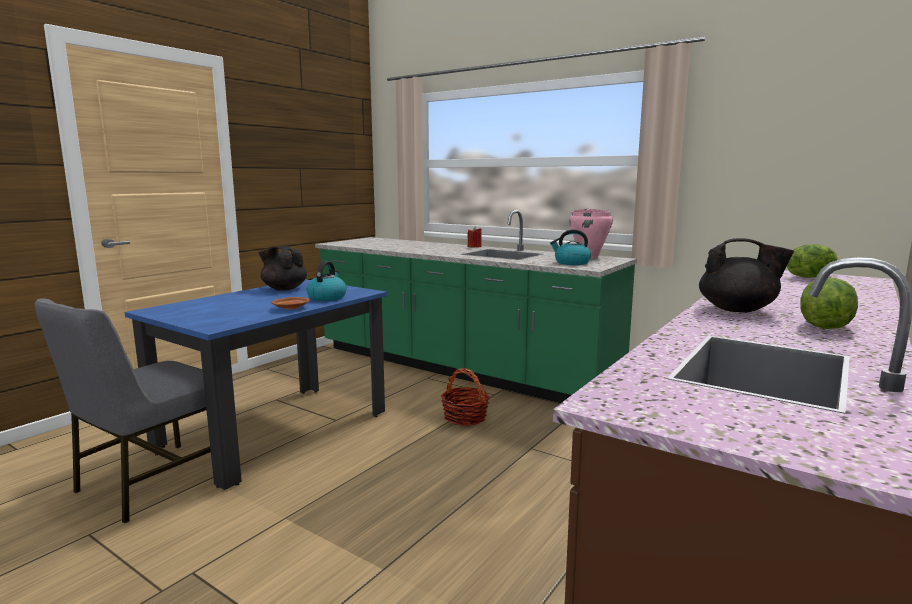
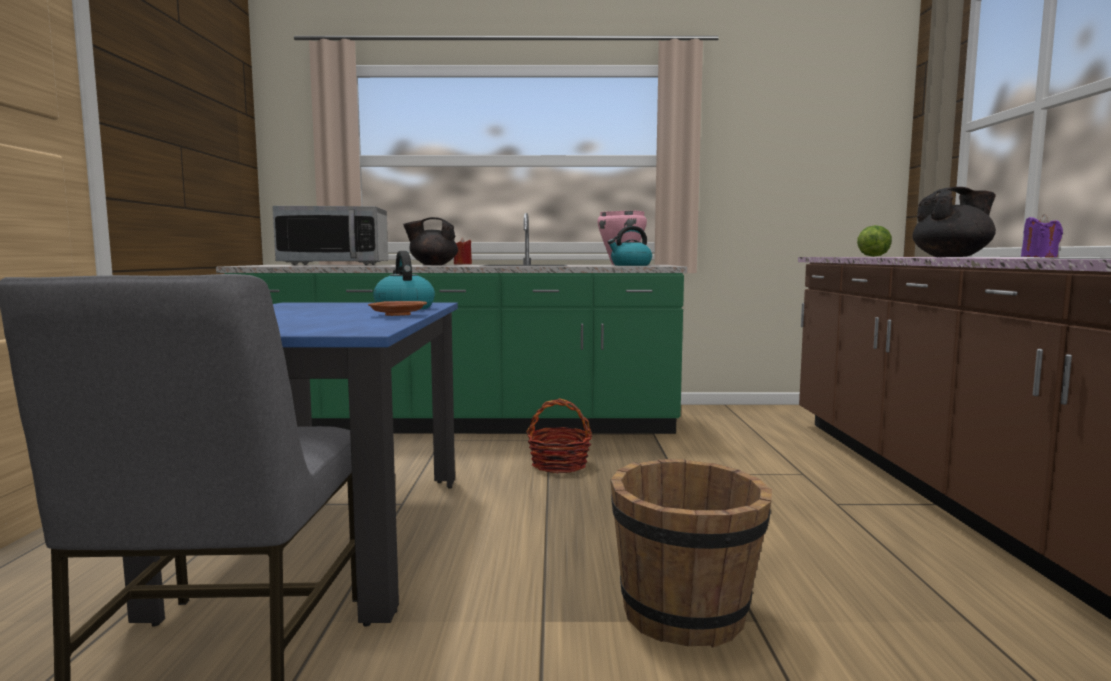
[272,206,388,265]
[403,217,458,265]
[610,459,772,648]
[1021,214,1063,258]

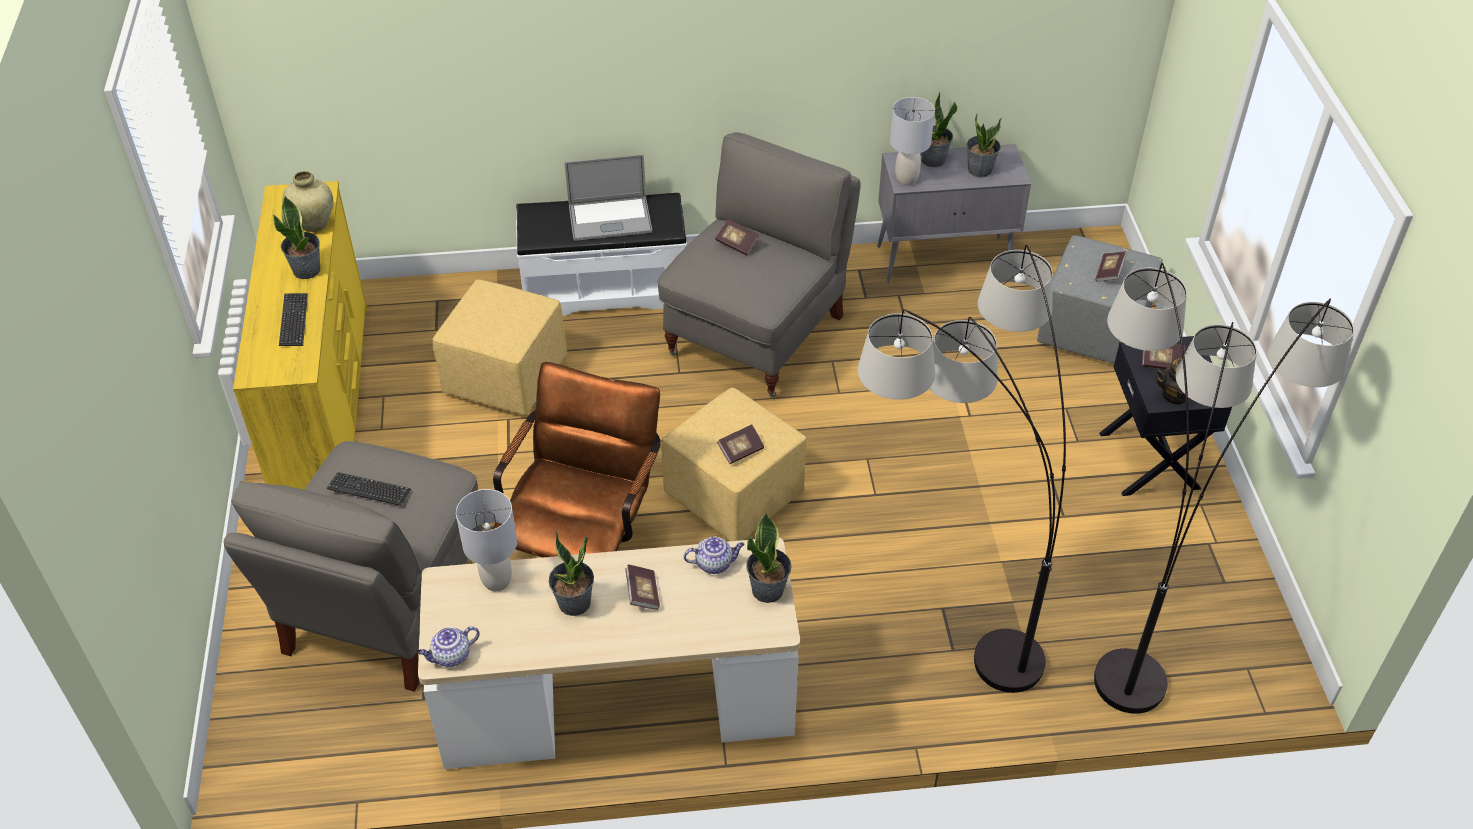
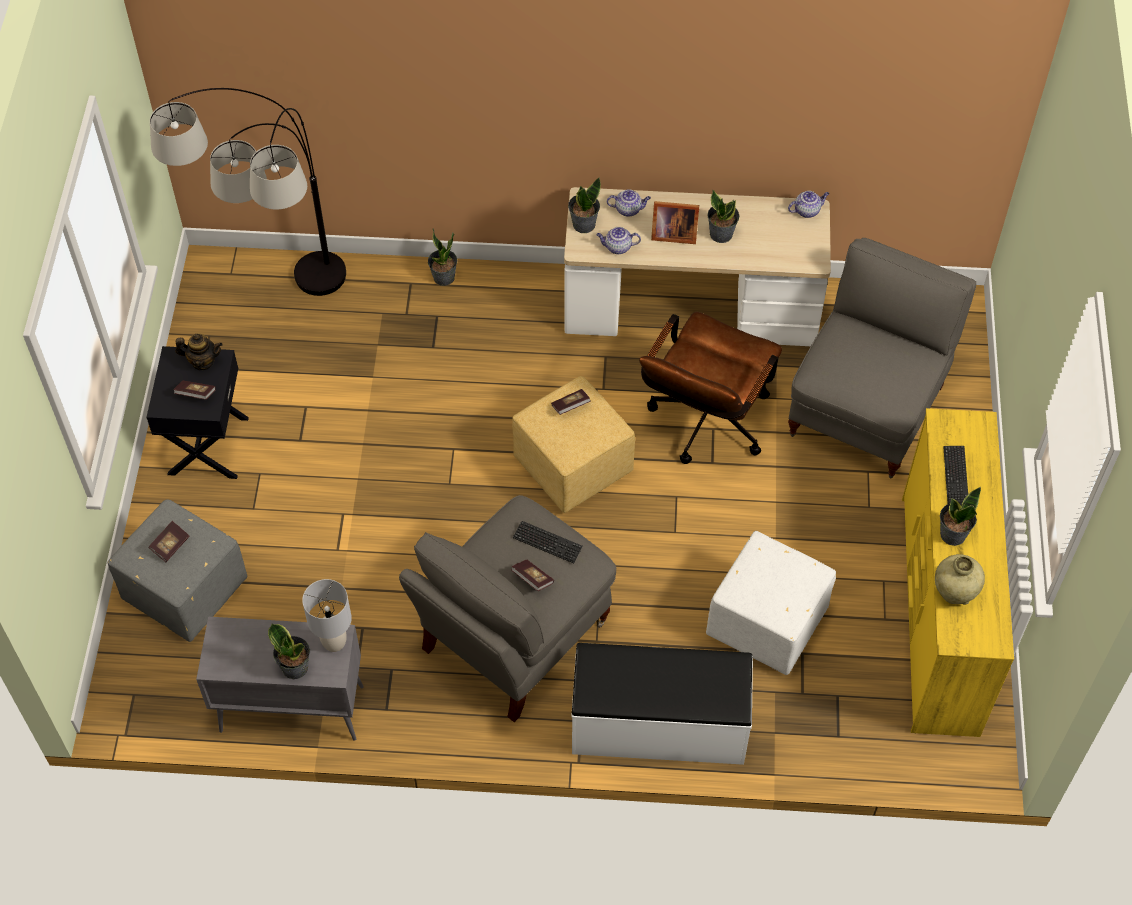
[428,228,457,286]
[513,521,583,563]
[607,189,651,217]
[651,201,699,244]
[706,531,836,675]
[456,489,517,591] (first image)
[565,154,652,241] (first image)
[858,245,1066,693] (first image)

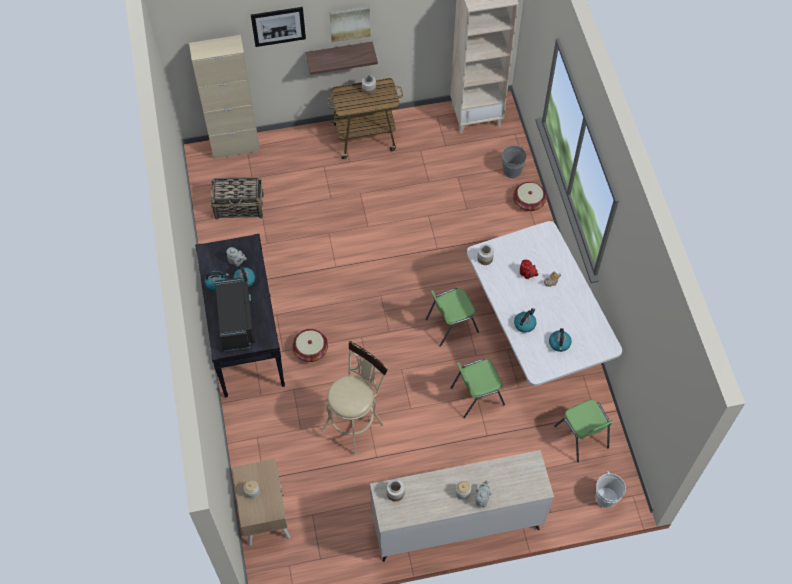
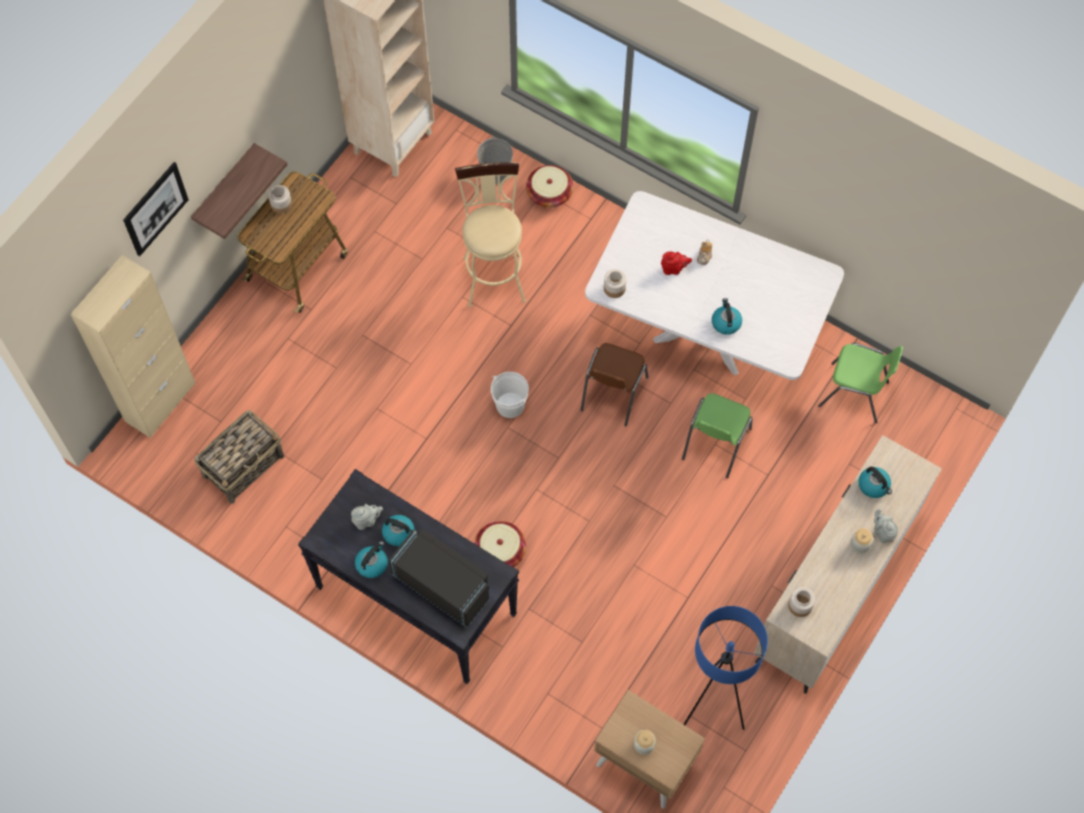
[455,163,526,308]
[491,372,529,418]
[581,343,648,427]
[683,606,768,730]
[858,466,892,498]
[329,6,370,42] (first image)

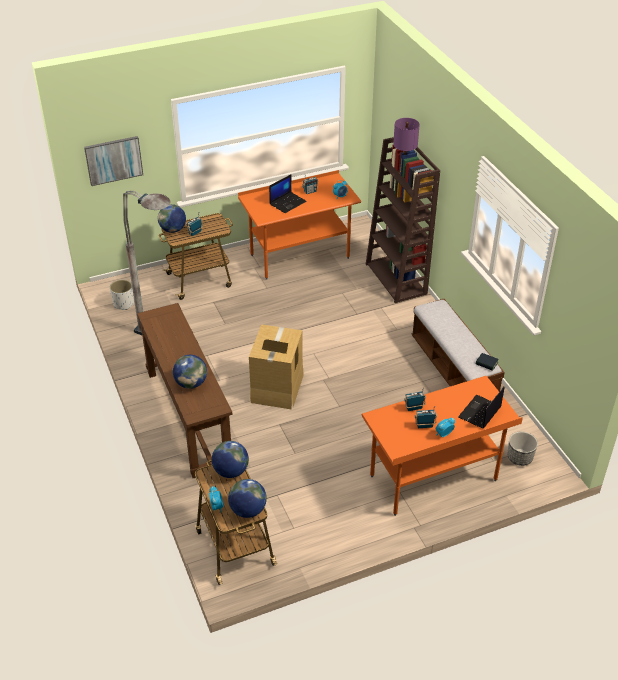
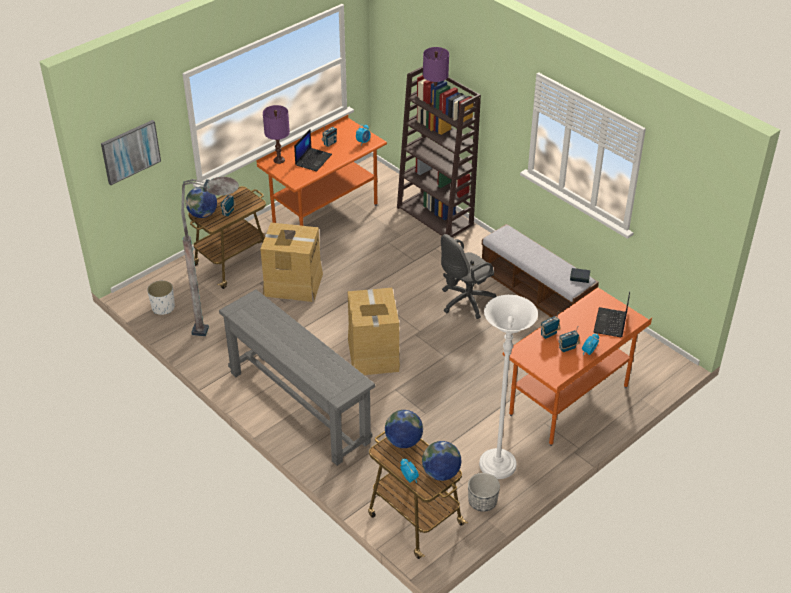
[219,289,375,466]
[260,223,323,302]
[263,105,290,164]
[441,234,497,319]
[468,473,500,512]
[479,295,538,479]
[173,355,207,389] (first image)

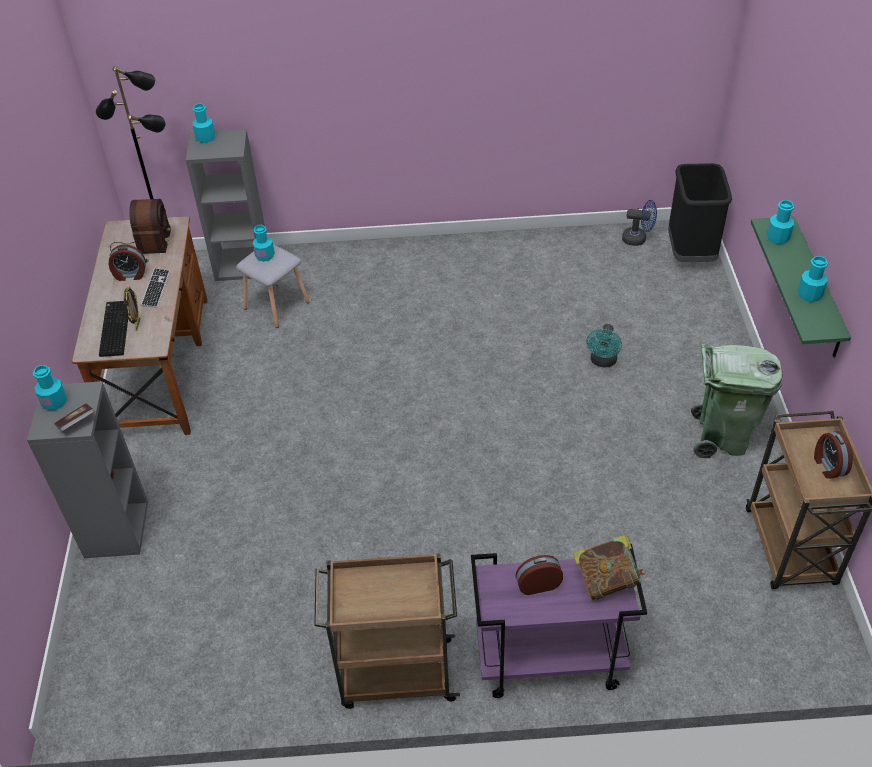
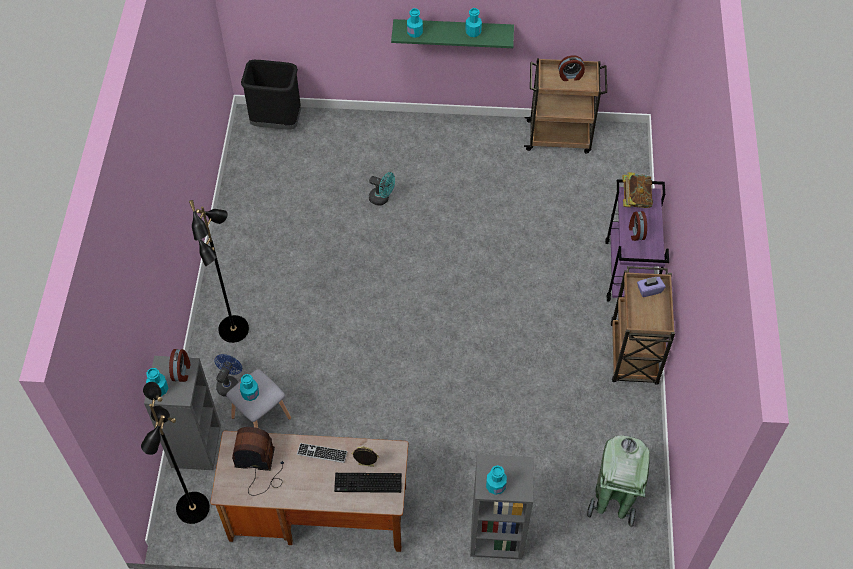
[169,349,191,382]
[189,200,249,343]
[214,354,242,397]
[586,435,650,527]
[637,277,665,297]
[54,403,95,432] (first image)

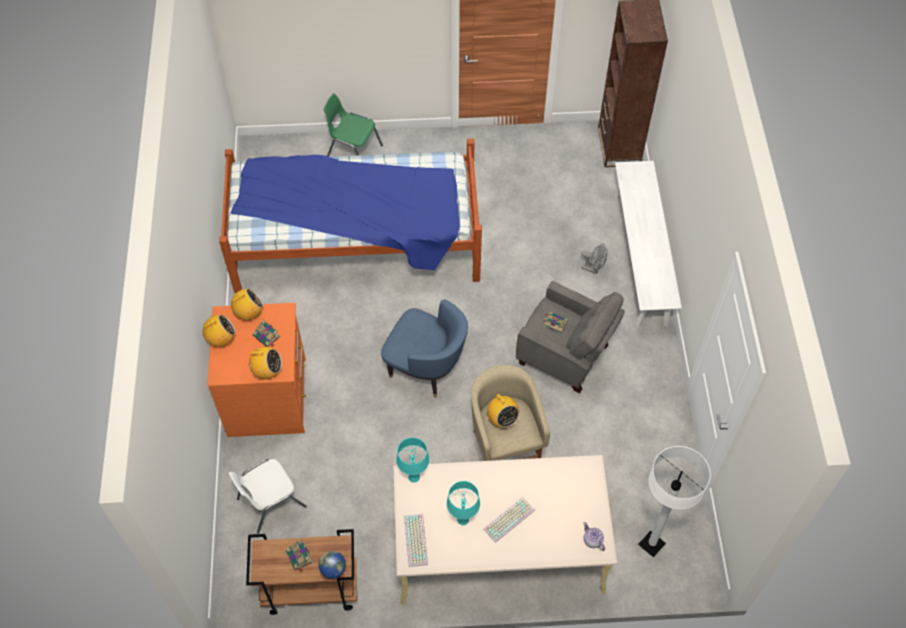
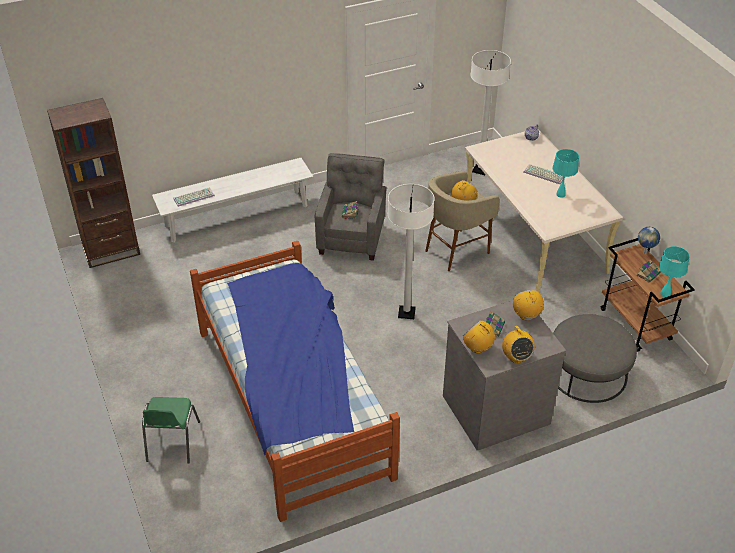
[174,187,215,207]
[388,184,435,319]
[443,300,566,451]
[502,326,535,363]
[553,314,637,403]
[659,246,690,297]
[581,243,607,274] (first image)

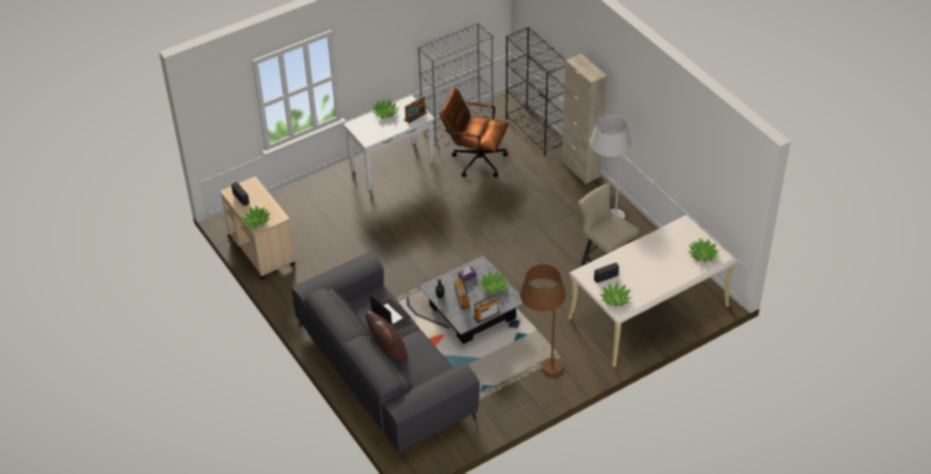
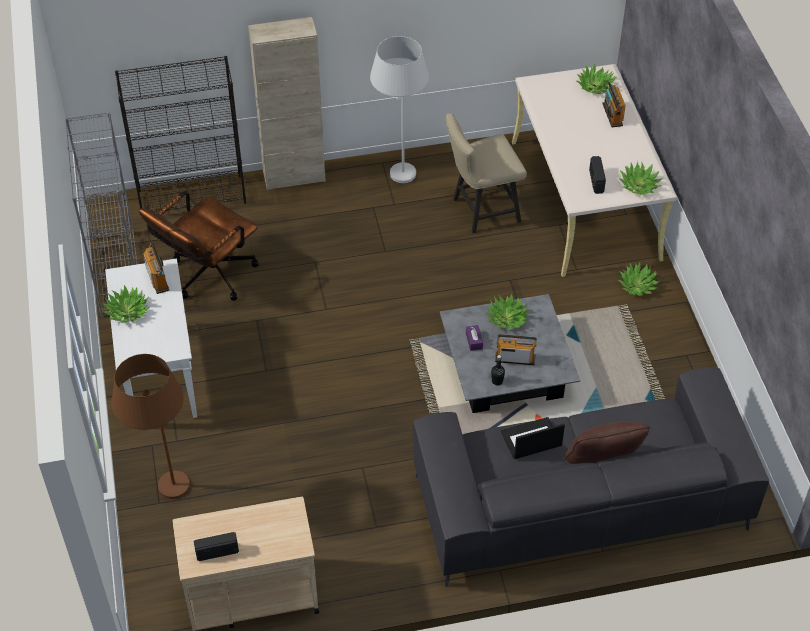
[112,354,190,499]
[602,82,626,127]
[618,262,661,296]

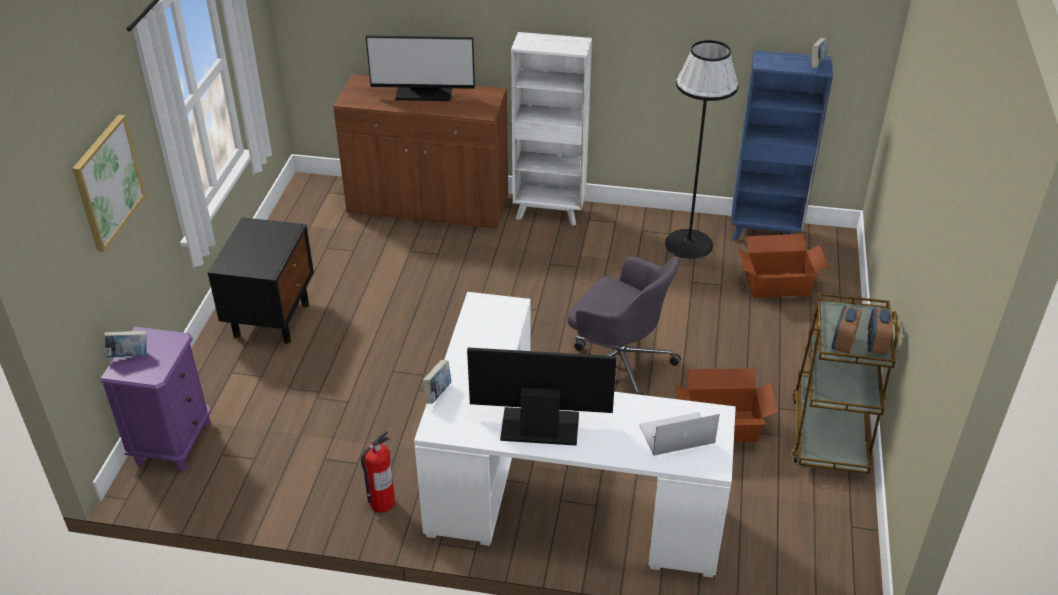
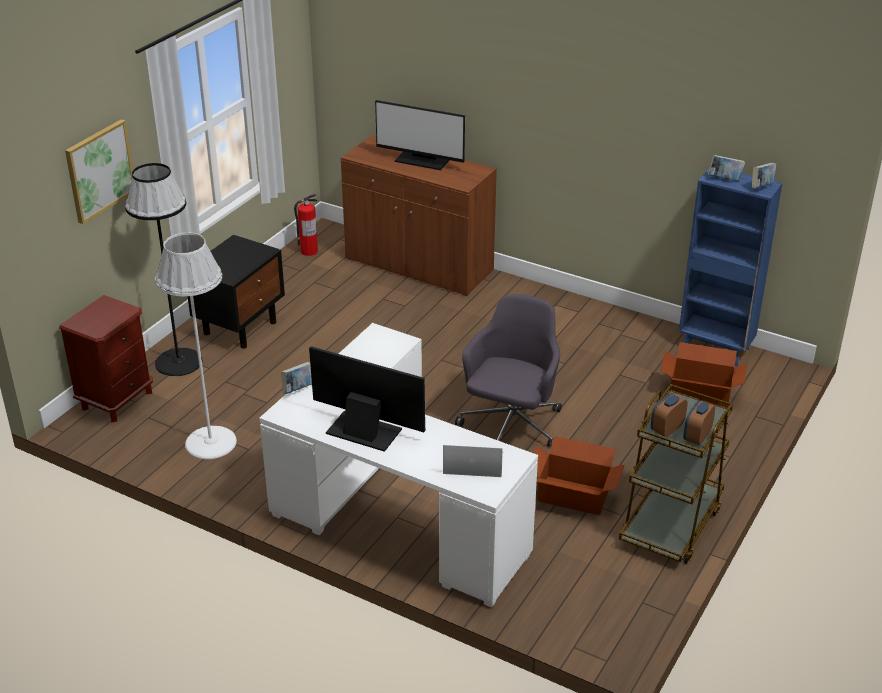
[59,295,153,422]
[125,163,202,376]
[155,232,237,459]
[294,194,318,256]
[455,294,562,447]
[708,155,745,181]
[511,32,592,226] (first image)

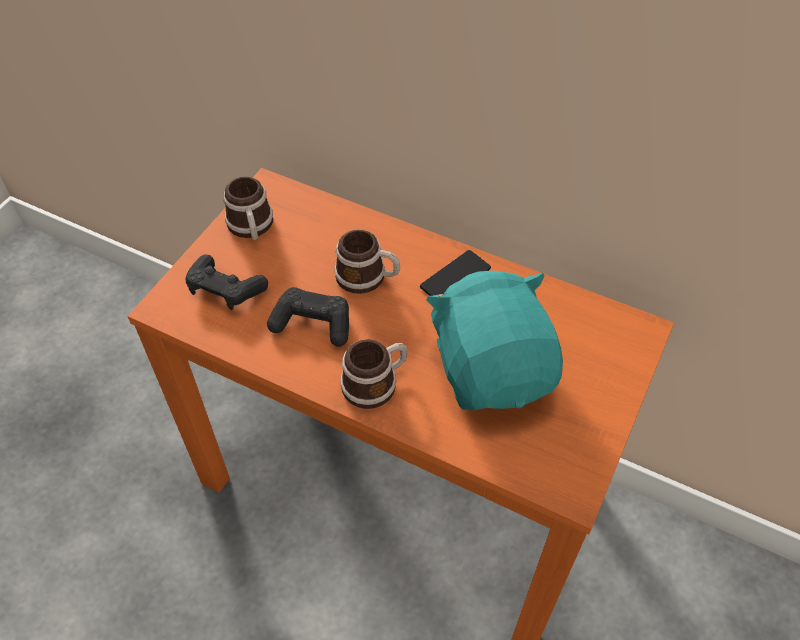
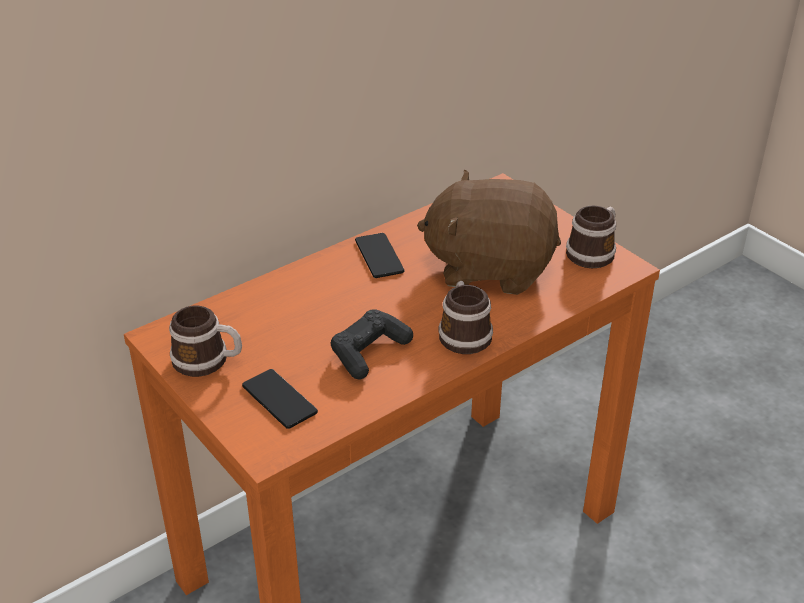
[242,369,318,429]
[417,170,561,295]
[566,206,616,268]

